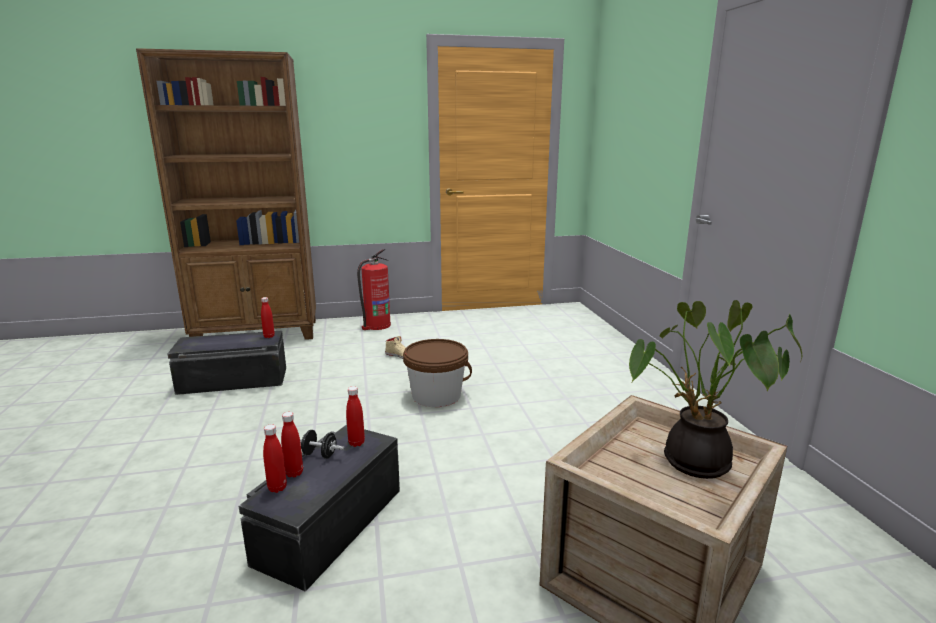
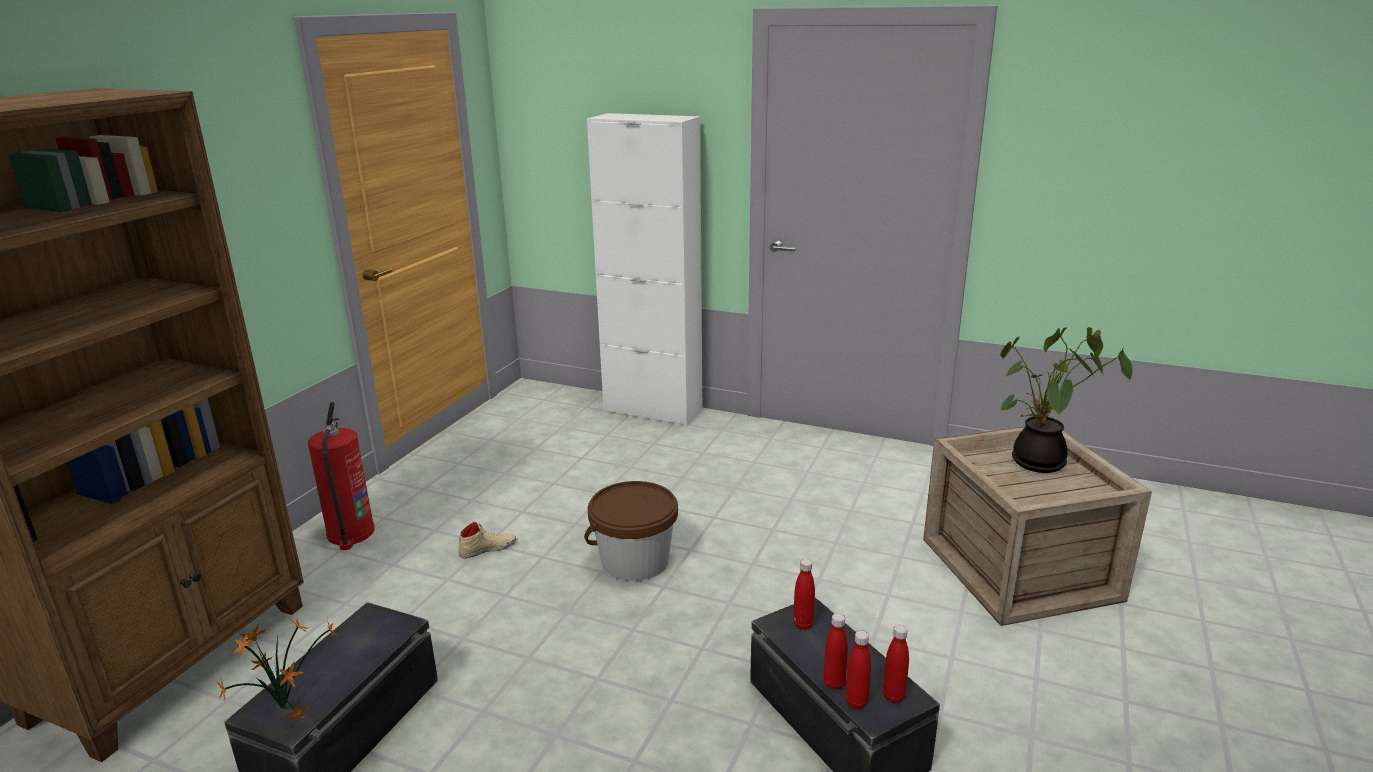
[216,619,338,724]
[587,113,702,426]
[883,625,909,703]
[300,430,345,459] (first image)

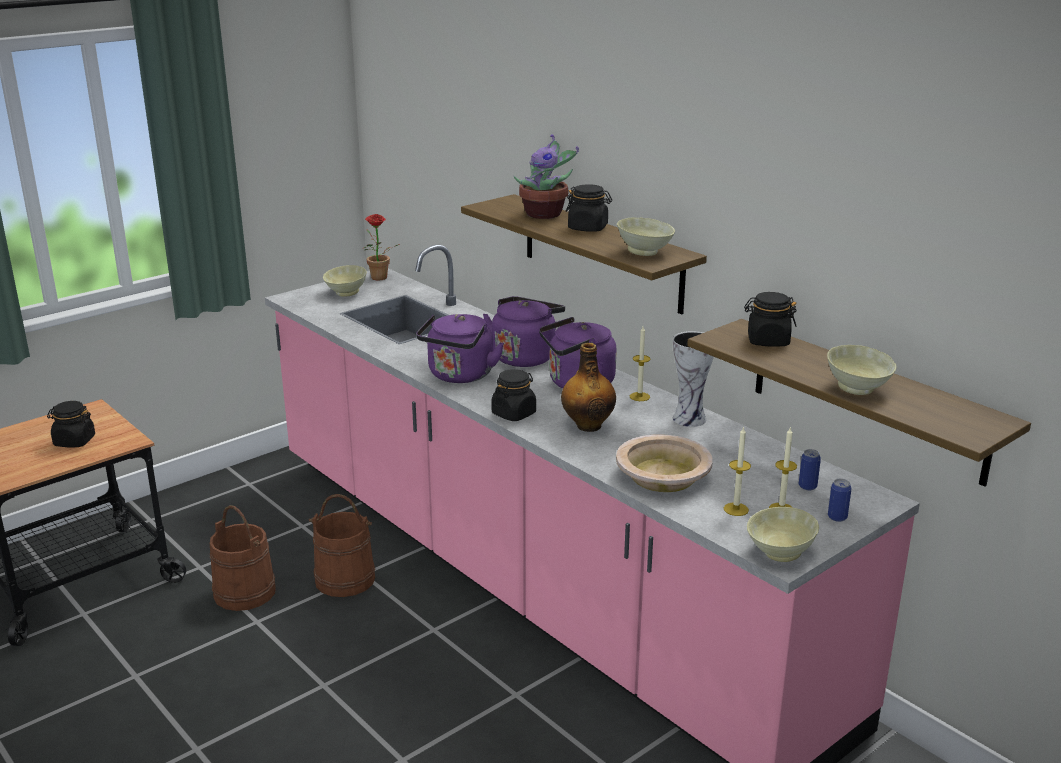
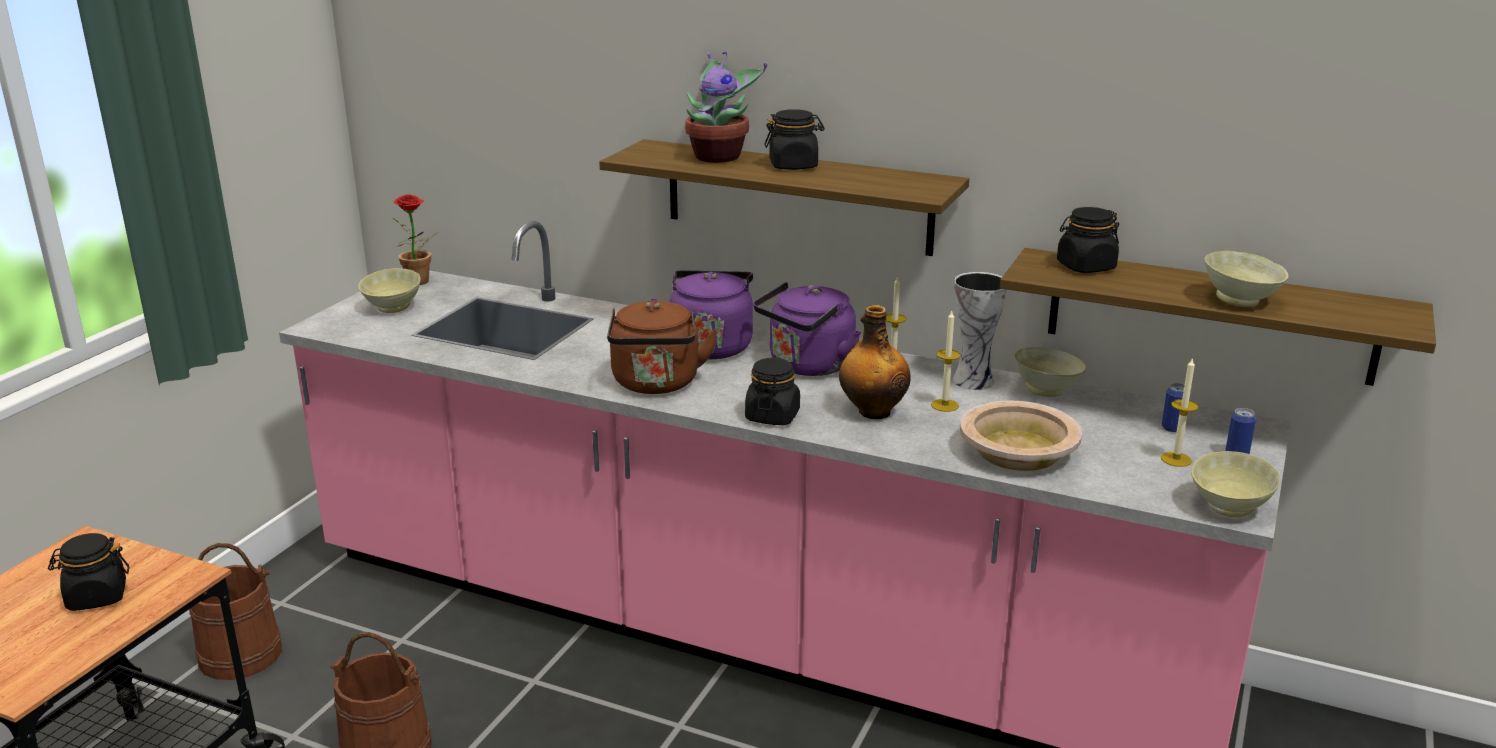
[189,543,282,680]
[607,301,718,394]
[931,311,961,412]
[1014,347,1087,397]

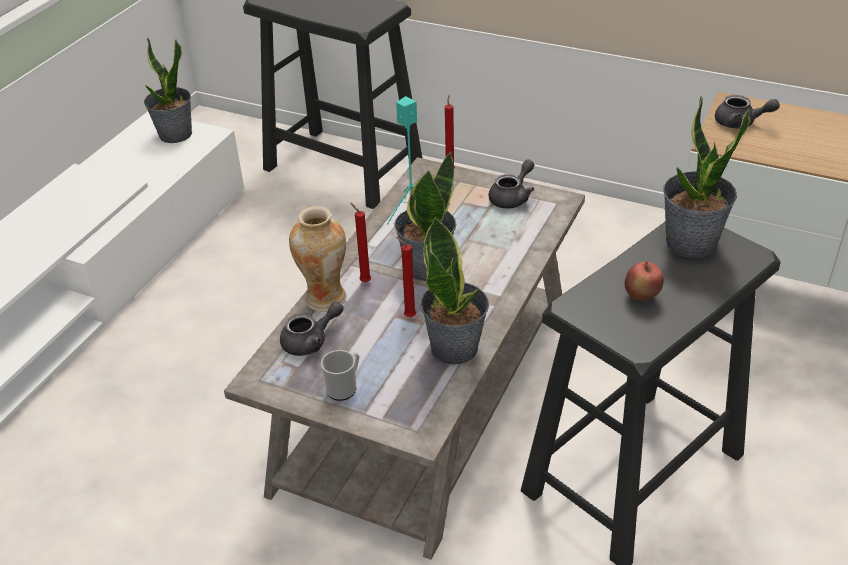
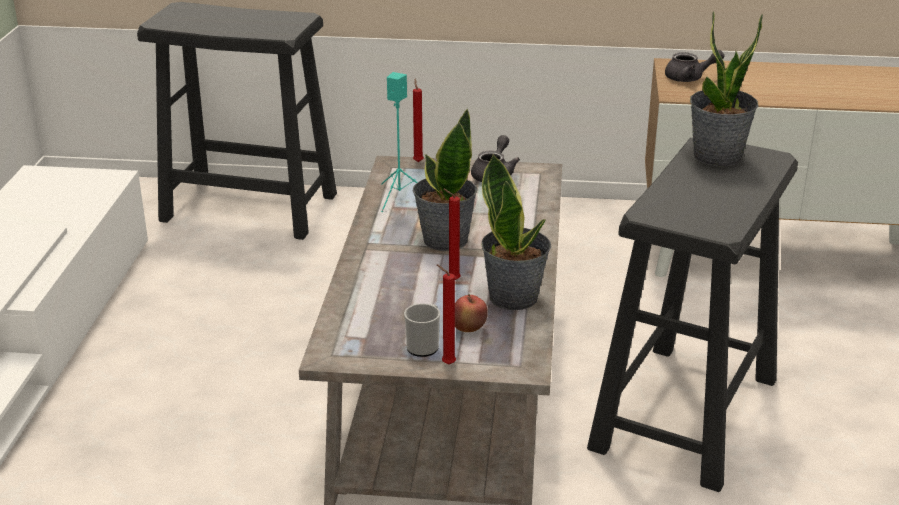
[437,264,456,364]
[455,294,488,332]
[144,38,192,143] (first image)
[280,301,344,356] (first image)
[289,206,347,312] (first image)

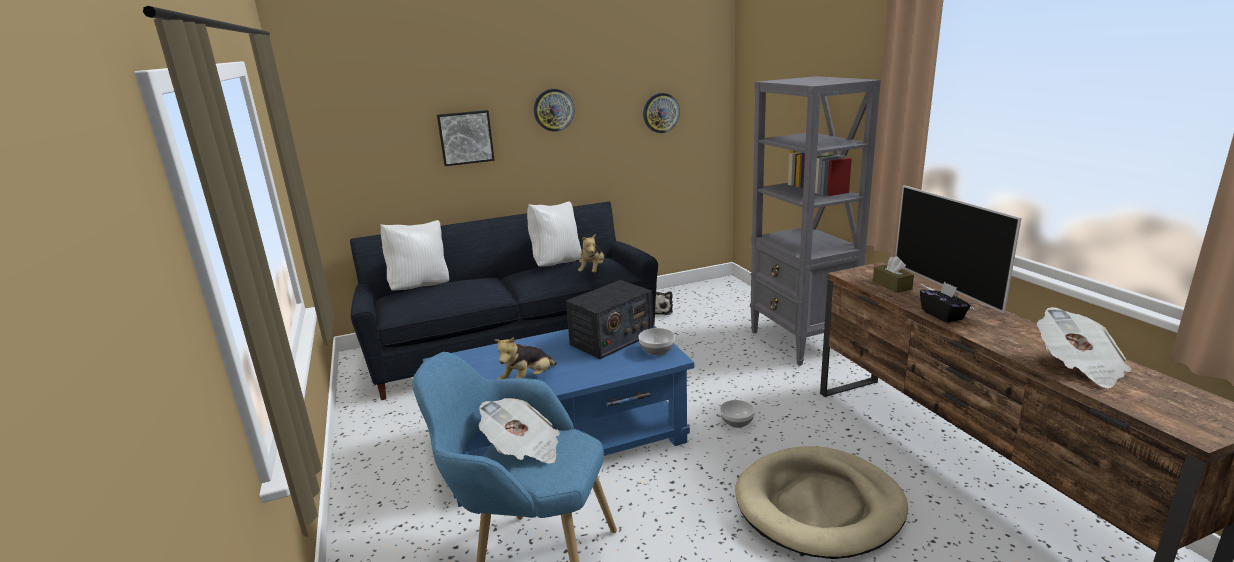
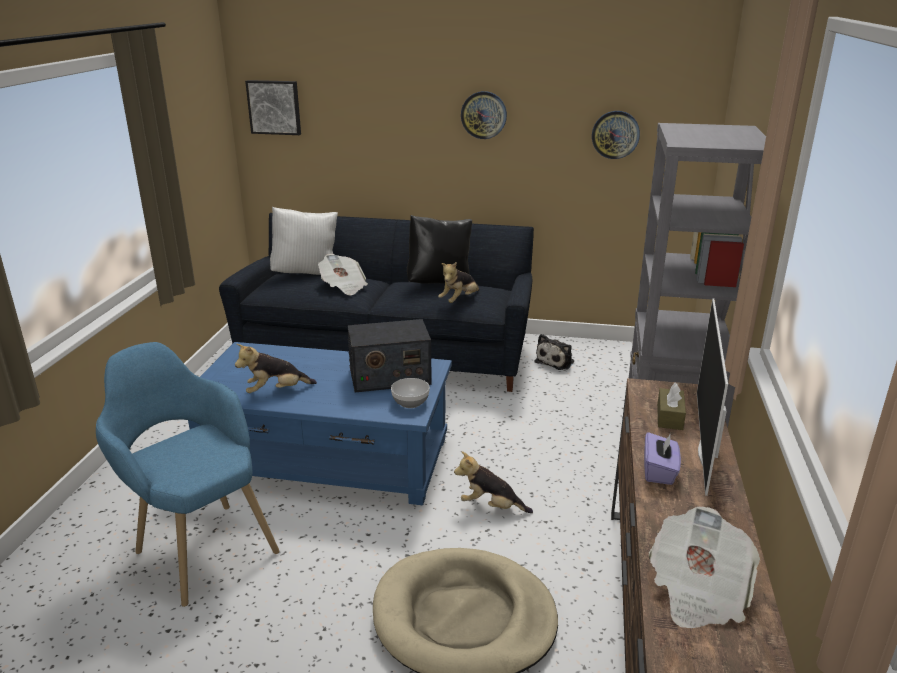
[245,80,301,135]
[318,254,368,295]
[407,215,472,284]
[454,451,533,513]
[644,432,681,485]

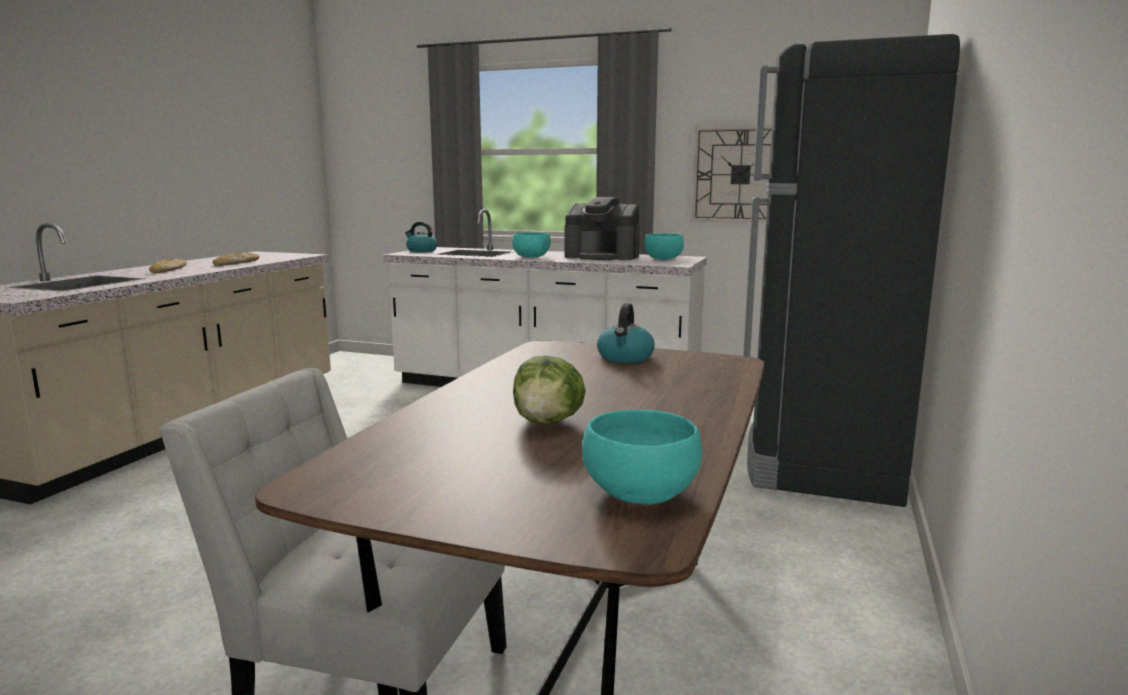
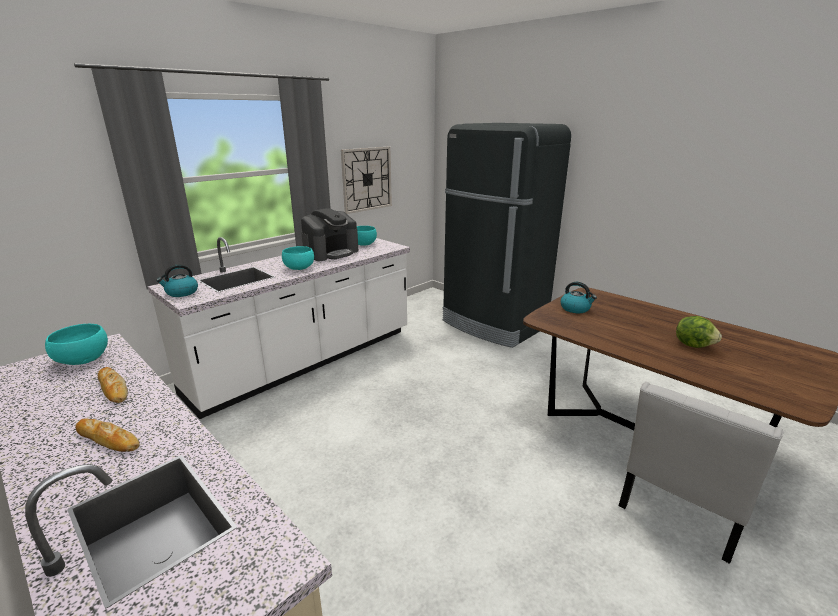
[45,324,108,365]

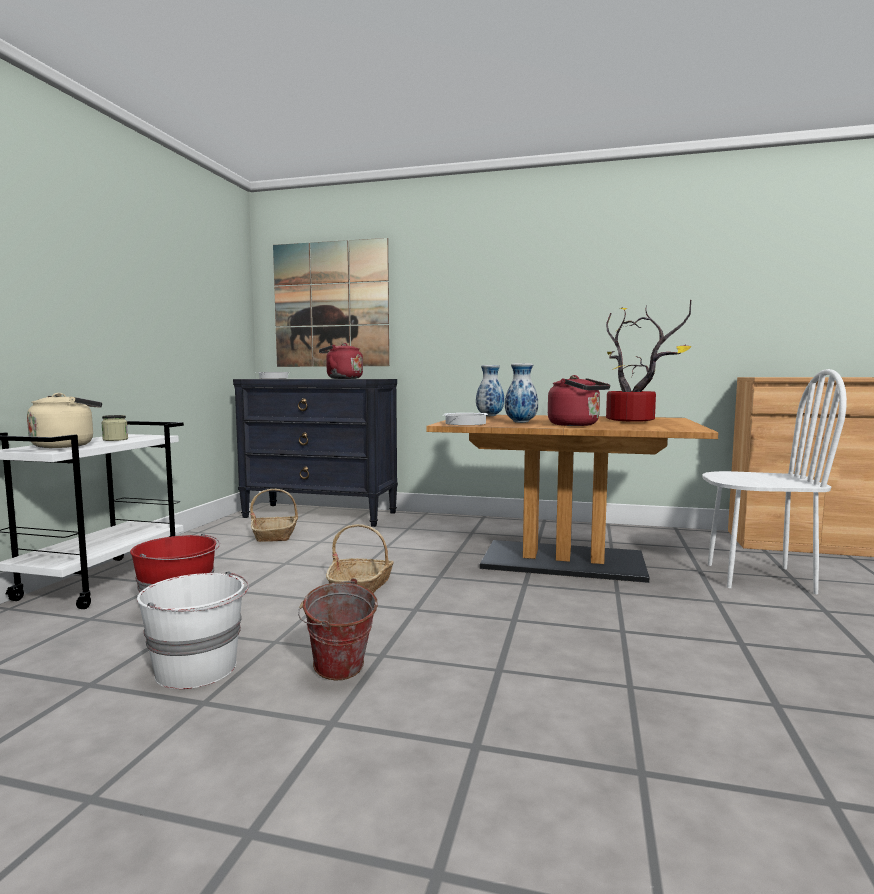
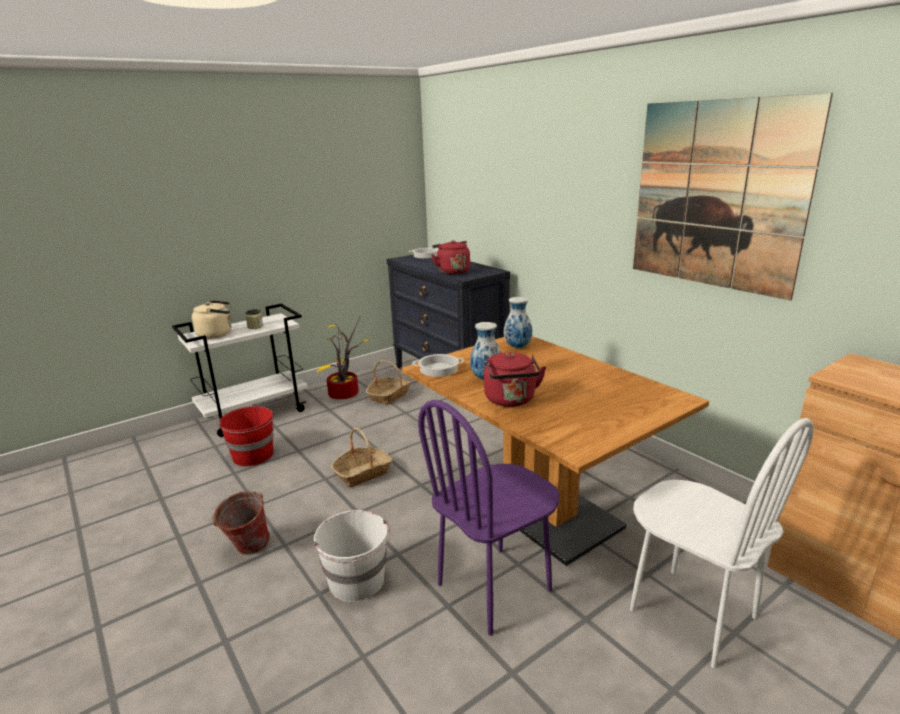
[314,510,390,602]
[316,317,369,399]
[418,400,560,636]
[633,93,833,301]

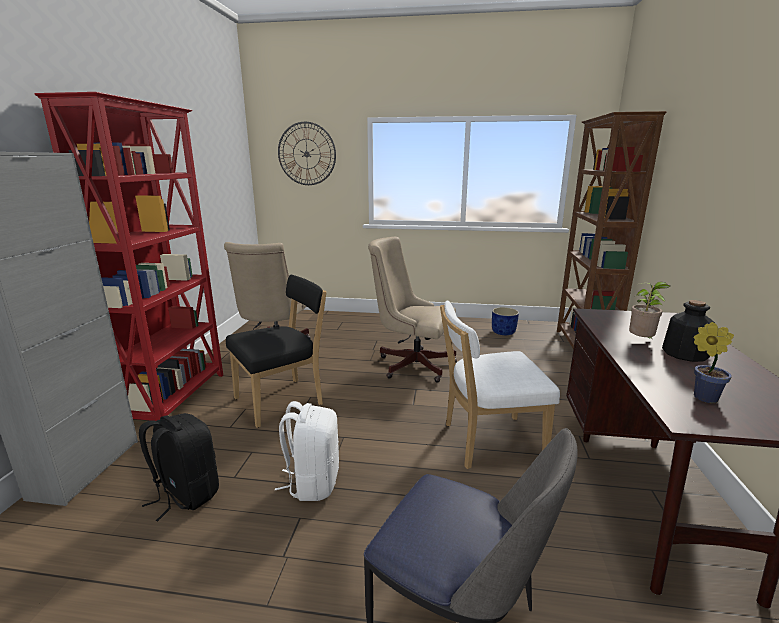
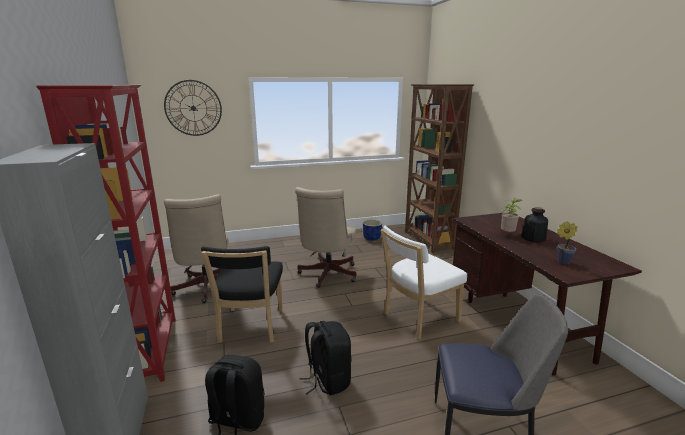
[201,246,283,343]
[295,187,357,288]
[299,321,352,395]

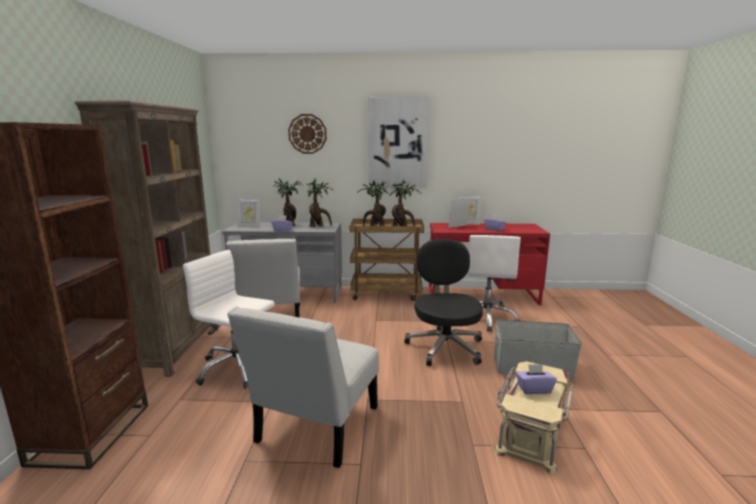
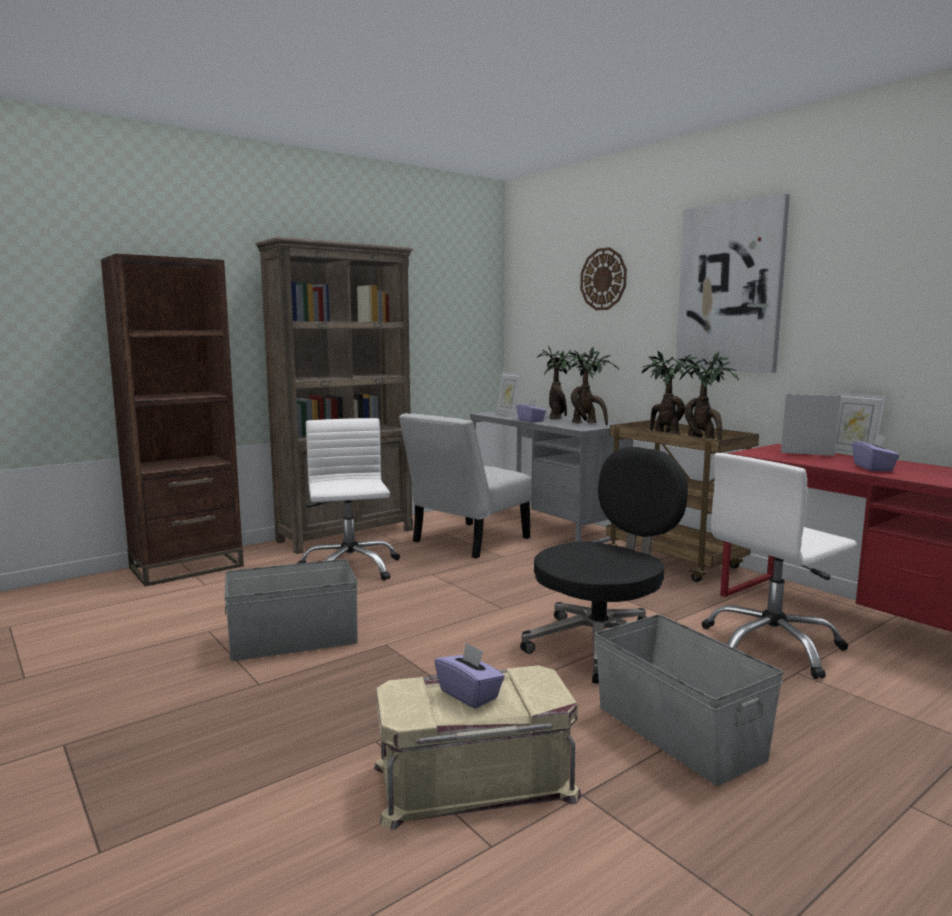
[225,559,358,661]

